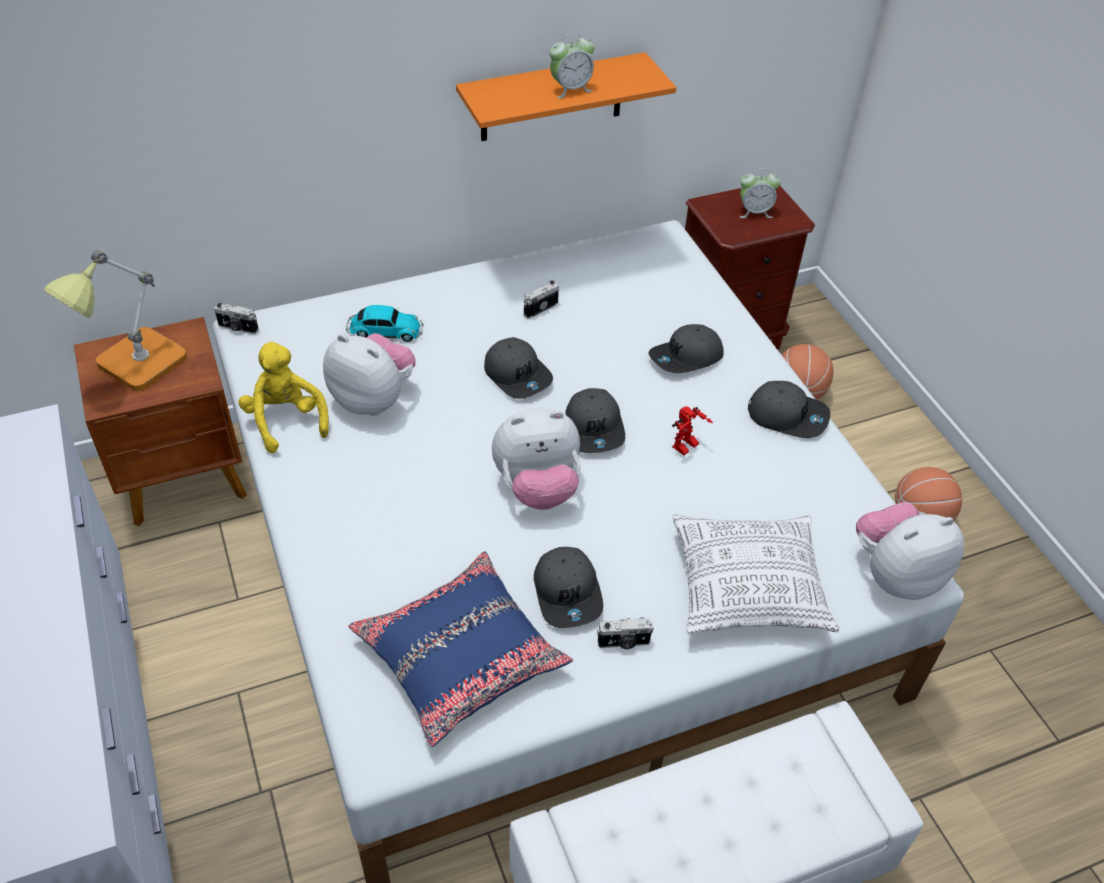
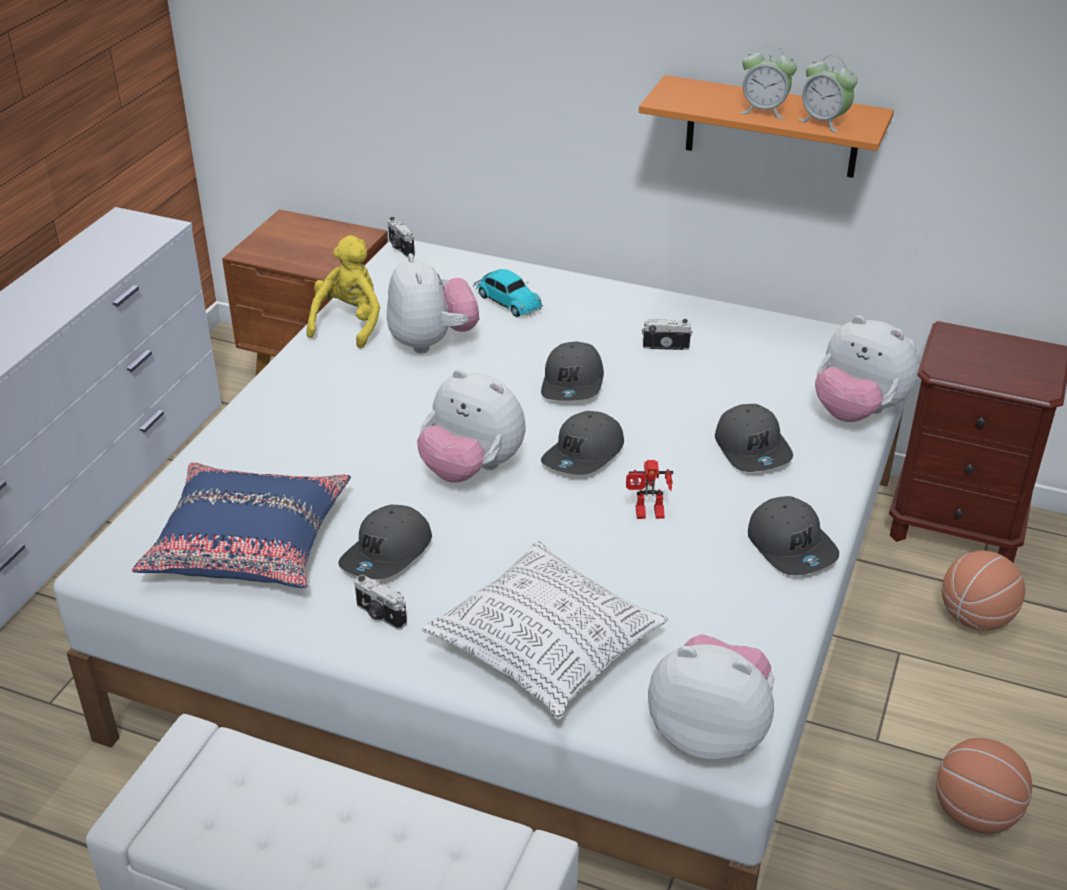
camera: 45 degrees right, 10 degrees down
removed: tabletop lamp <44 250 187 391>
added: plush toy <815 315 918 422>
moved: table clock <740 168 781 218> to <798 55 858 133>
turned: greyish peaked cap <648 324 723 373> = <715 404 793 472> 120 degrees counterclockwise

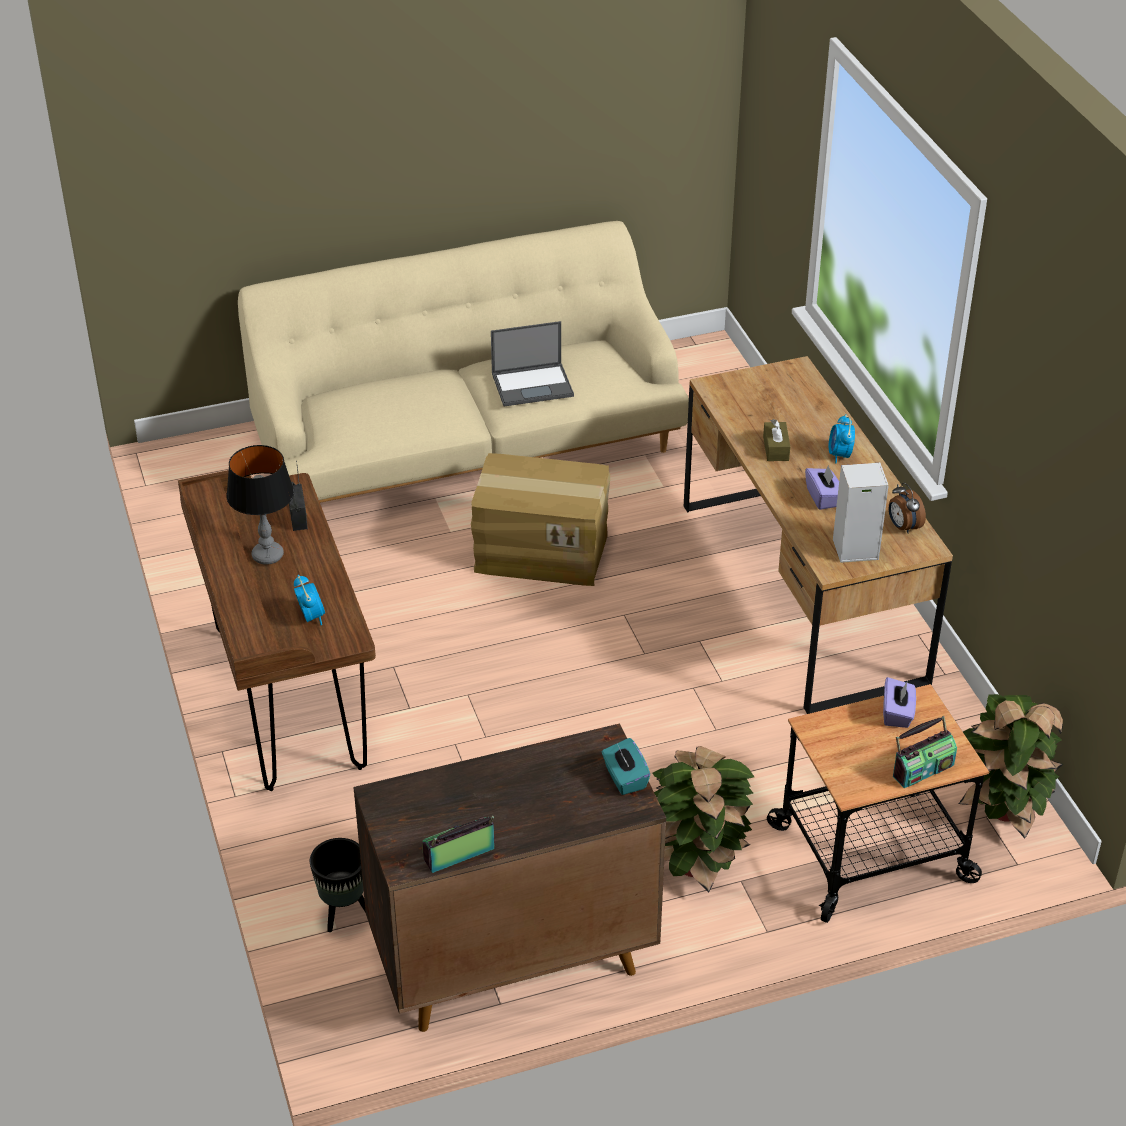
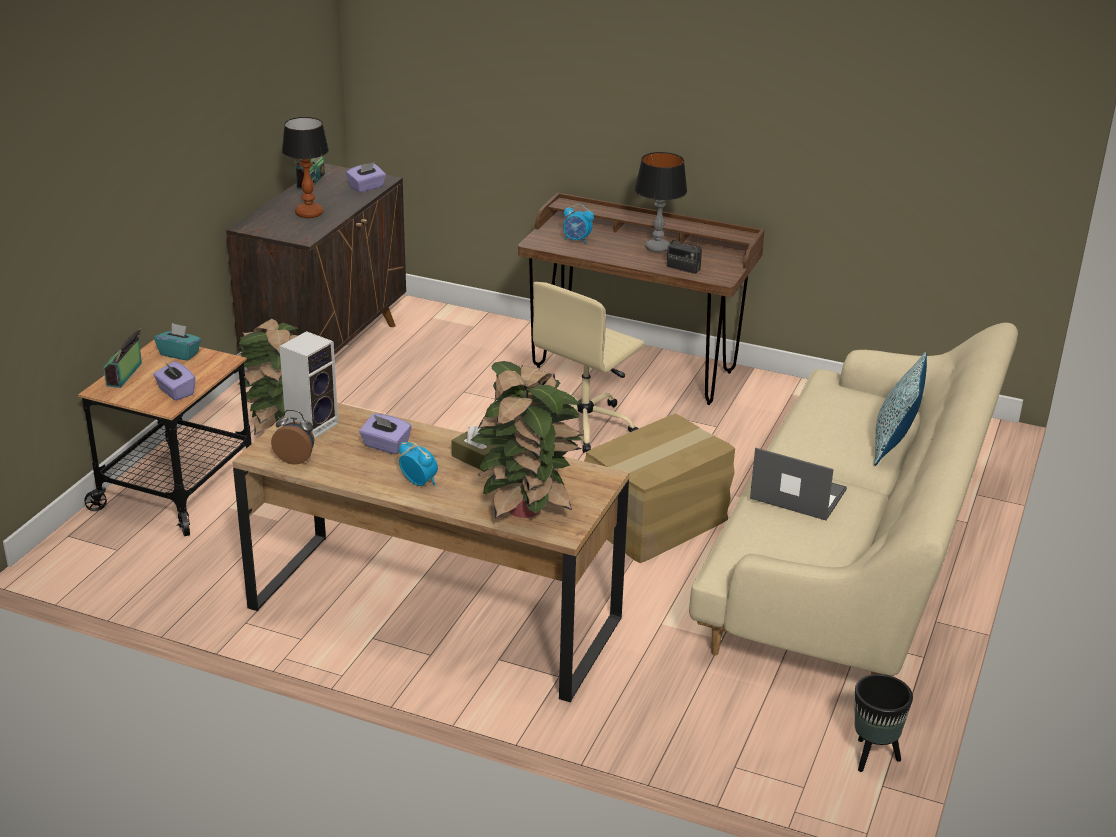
camera: 130 degrees right, 10 degrees down
added: tabletop lamp <282 117 329 218>; purple tissue box <346 162 386 193>; sand-coloured desk chair <533 282 644 453>; throw pillow <874 352 927 466>
moved: houseplant <959 694 1063 838> to <471 361 584 518>; turquoise-coloured tissue box <602 738 650 795> to <154 323 201 361>; blackish planter <310 838 366 932> to <854 674 913 772>
turned: laptop <491 321 574 406> = <750 448 847 521> 90 degrees clockwise

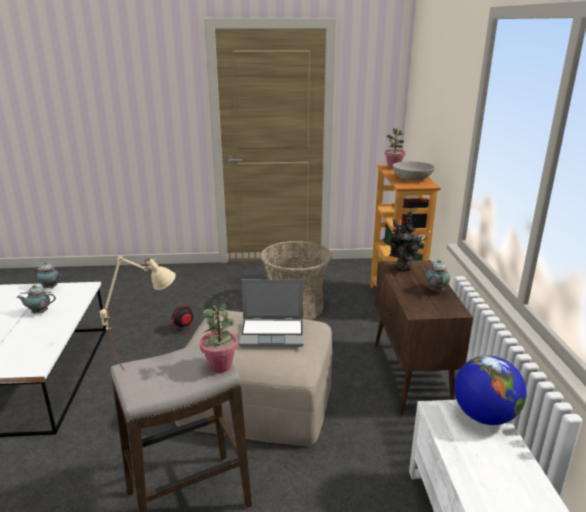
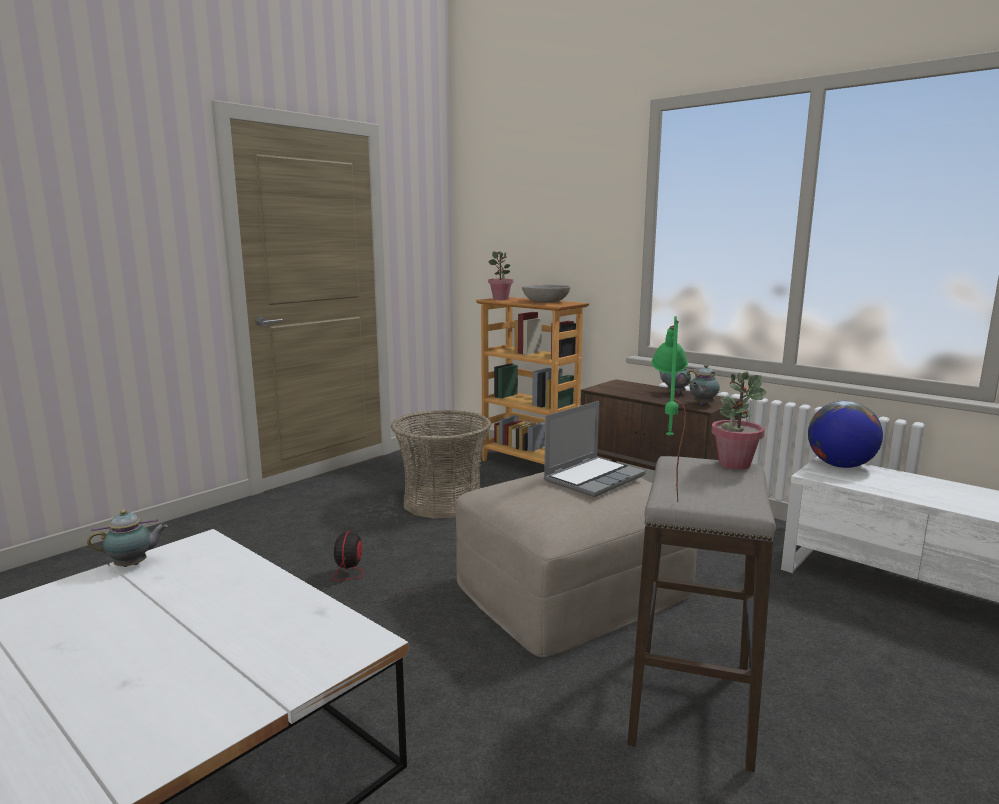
camera: 45 degrees left, 10 degrees down
removed: houseplant <382 209 427 272>
moved: teapot <16 285 56 314> to <690 365 720 405>
recoloured: sand-coloured tabletop lamp <100 255 176 371> to green tabletop lamp <652 316 688 502>

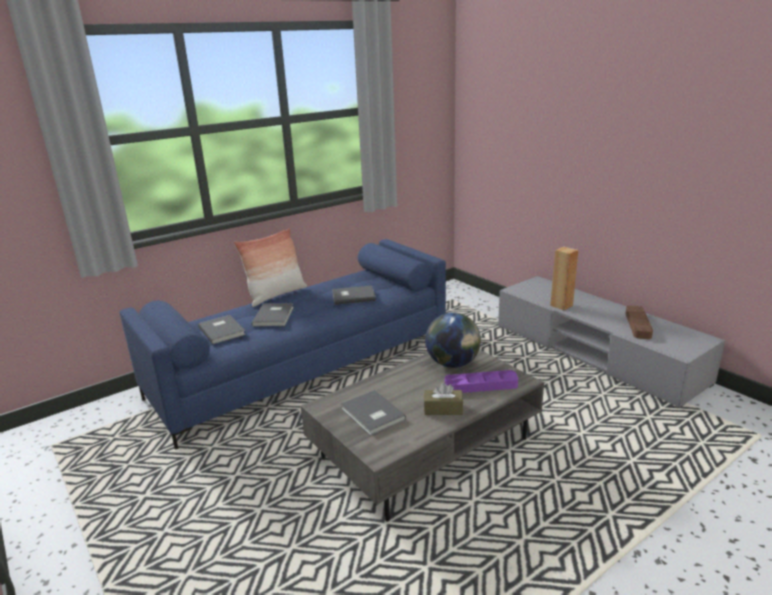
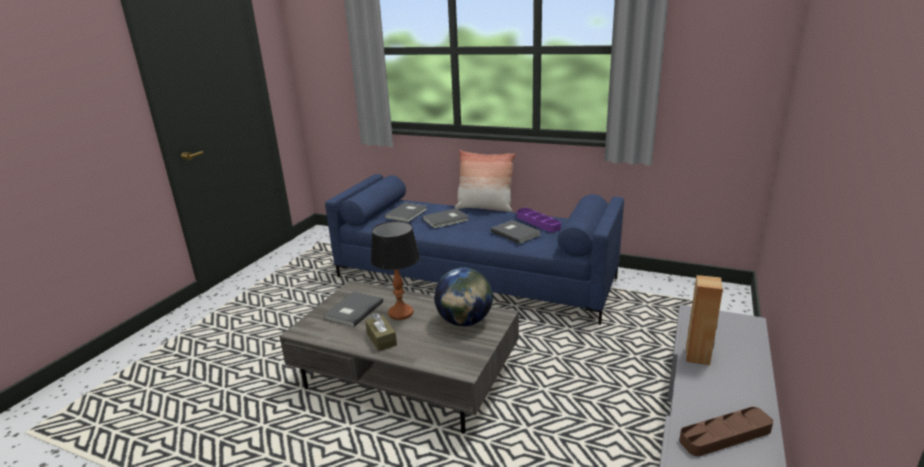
camera: 60 degrees right, 0 degrees up
added: tabletop lamp <371 221 420 320>
moved: purple serving tray <445 370 518 393> to <517 208 561 232>

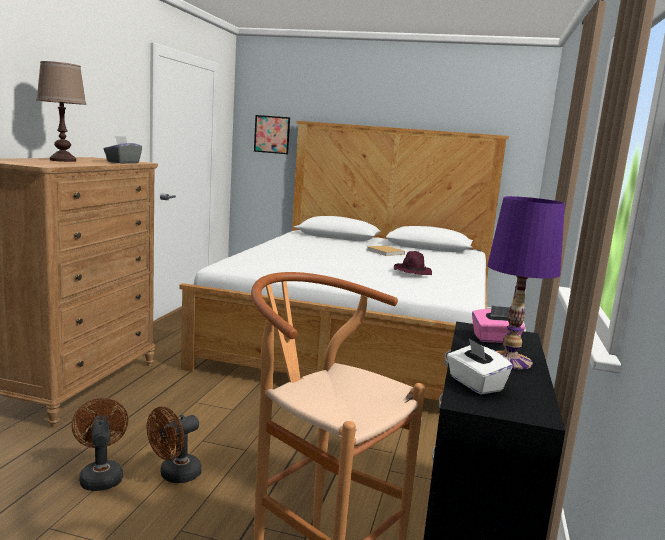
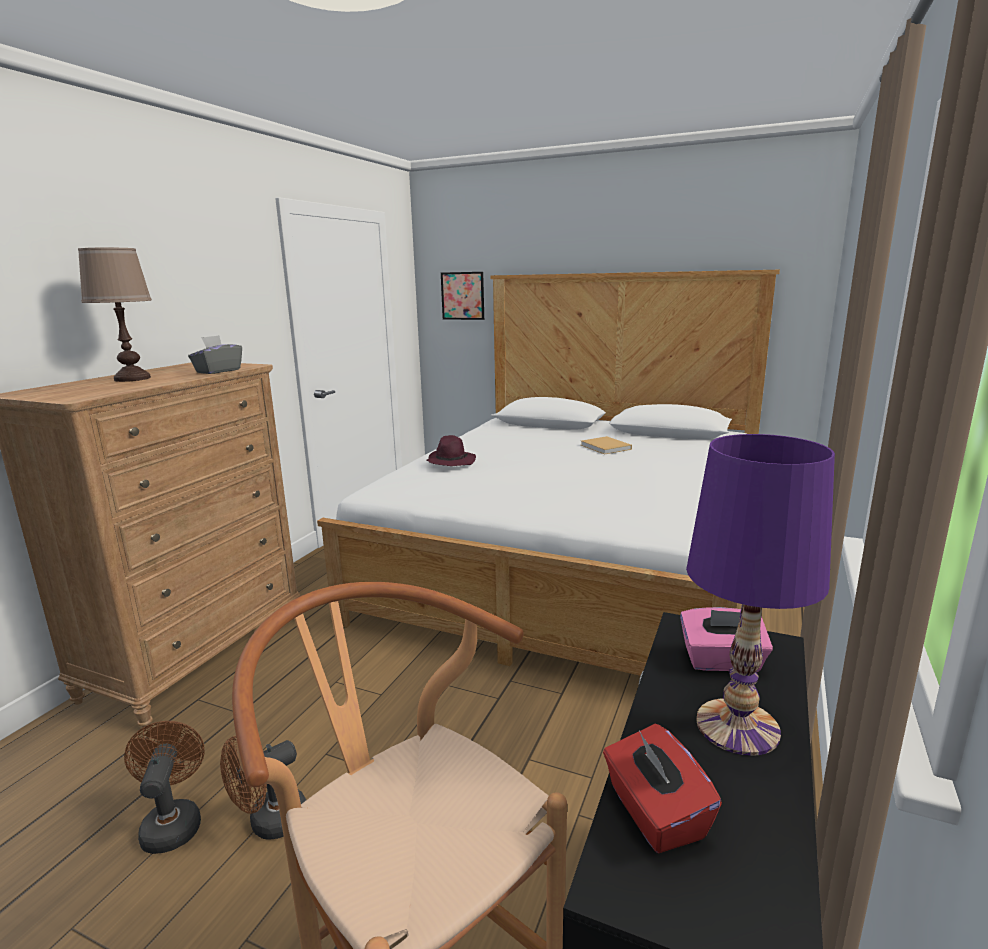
camera: 10 degrees right, 5 degrees up
moved: purple wearable hat <394 251 432 275> to <427 435 476 466>
recoloured: whitish tissue box <447 338 512 395> to red-coloured tissue box <603 724 722 853>

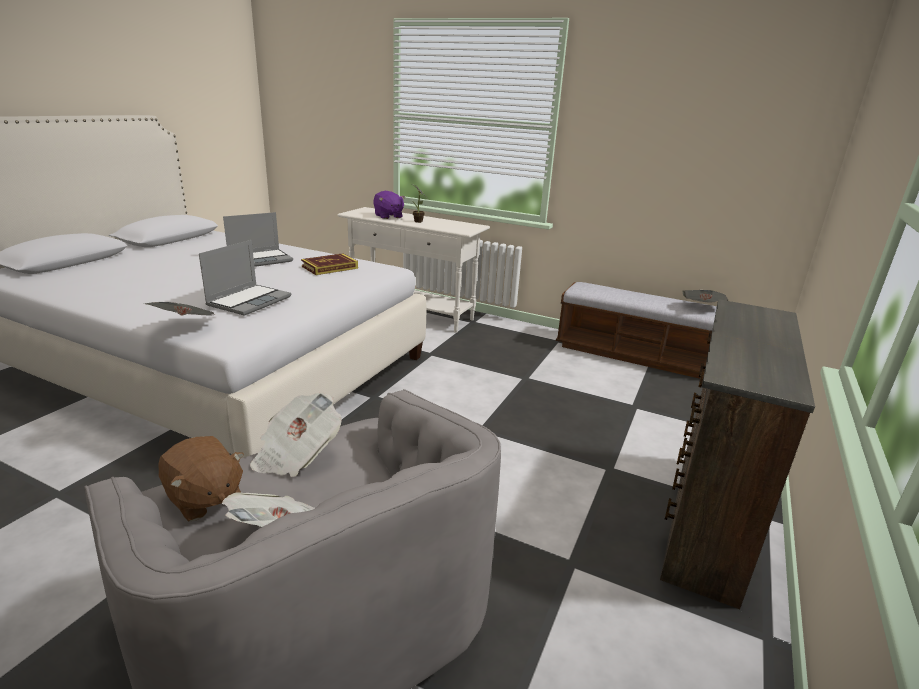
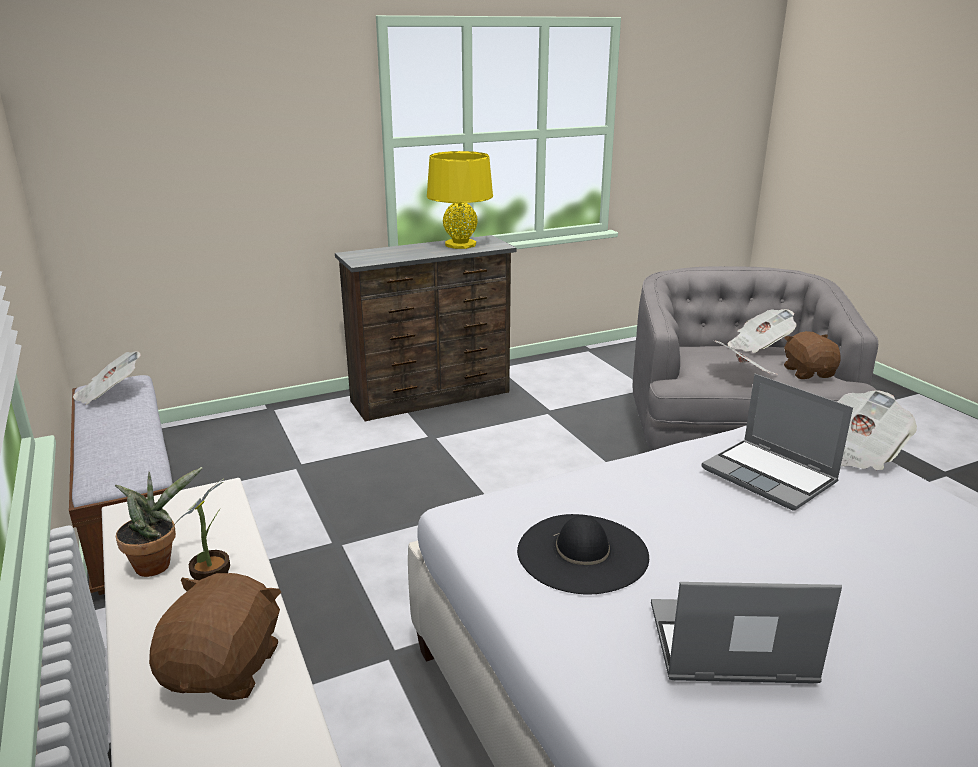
camera: 140 degrees left, 0 degrees up
added: yellow-coloured tabletop lamp <427 151 493 249>; houseplant <115 467 203 577>
replaced: bound book <301 253 358 275> to blackish wearable hat <517 514 649 595>
recoloured: purple plush toy <373 191 406 219> to brownish plush toy <149 573 281 700>
turned: laptop <199 240 291 316> = <701 374 853 511> 105 degrees counterclockwise

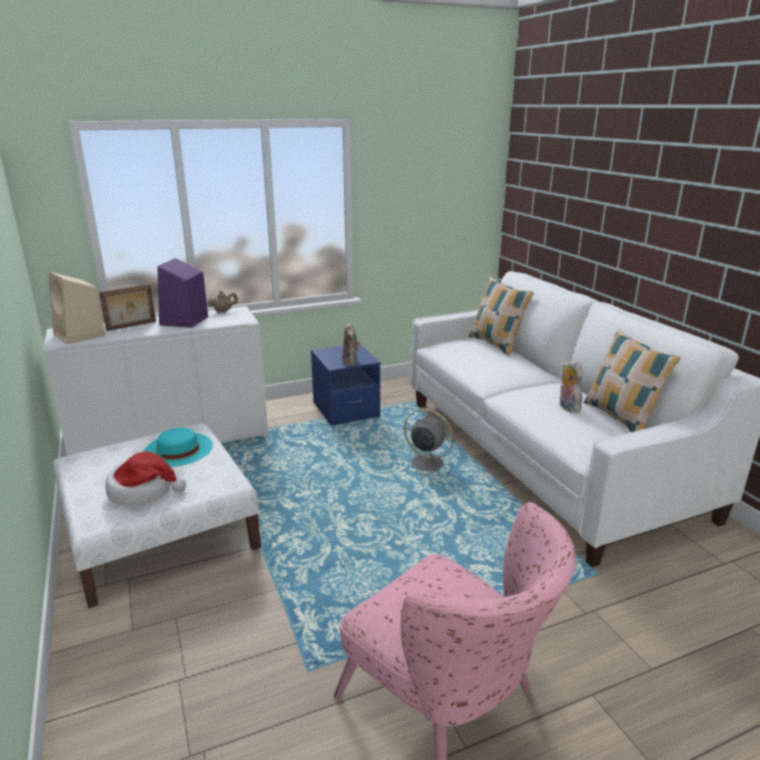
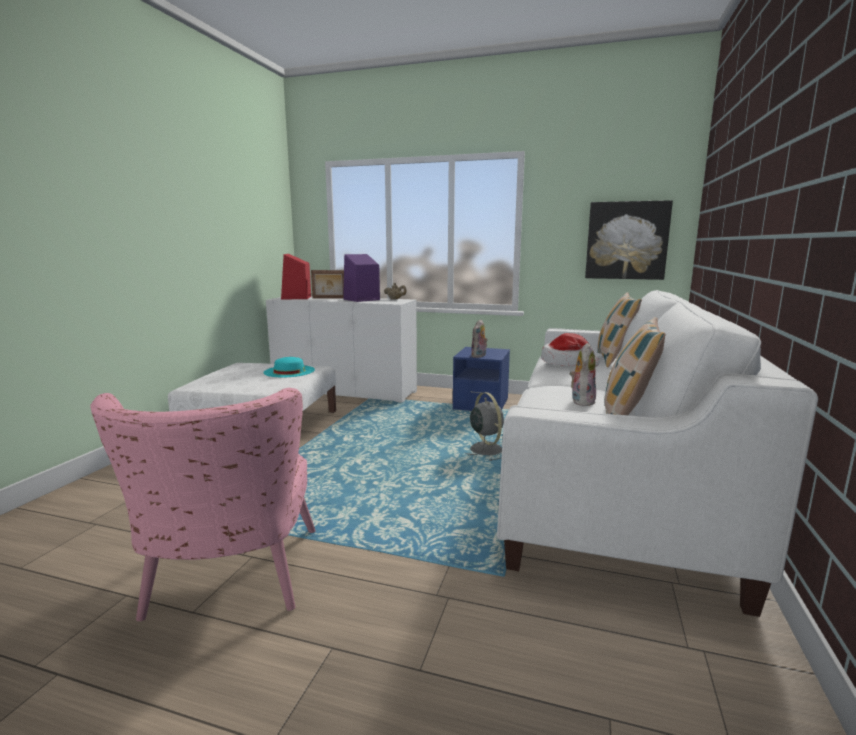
camera: 40 degrees right, 10 degrees down
added: wall picture <585 200 673 280>
moved: wearable hat <106 451 186 506> to <541 333 600 367>
recoloured: sand-coloured loudspeaker <48 272 105 344> to red-coloured loudspeaker <281 254 311 299>

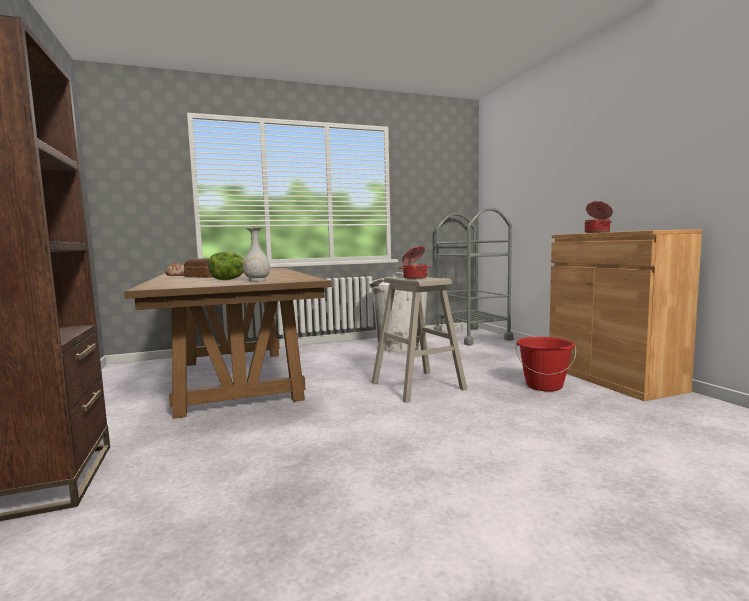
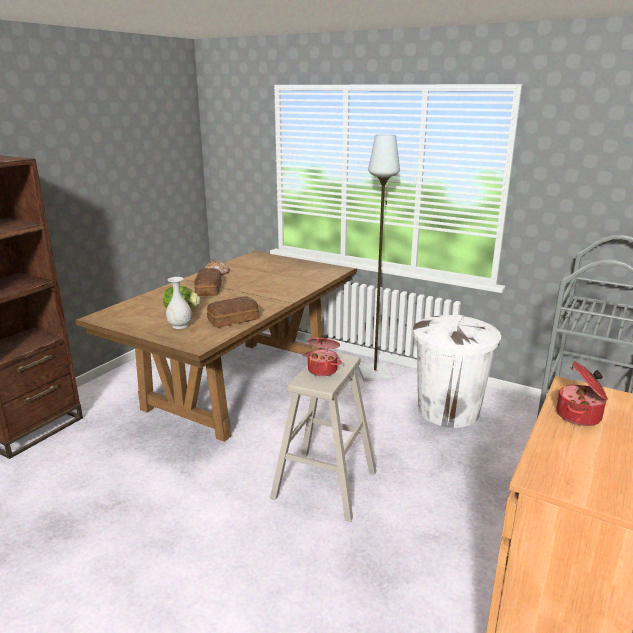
camera: 50 degrees right, 15 degrees up
removed: red-coloured pail <516 337 576 392>
added: greyish standard lamp <358 134 400 381>; baked bread <207 296 259 328>

